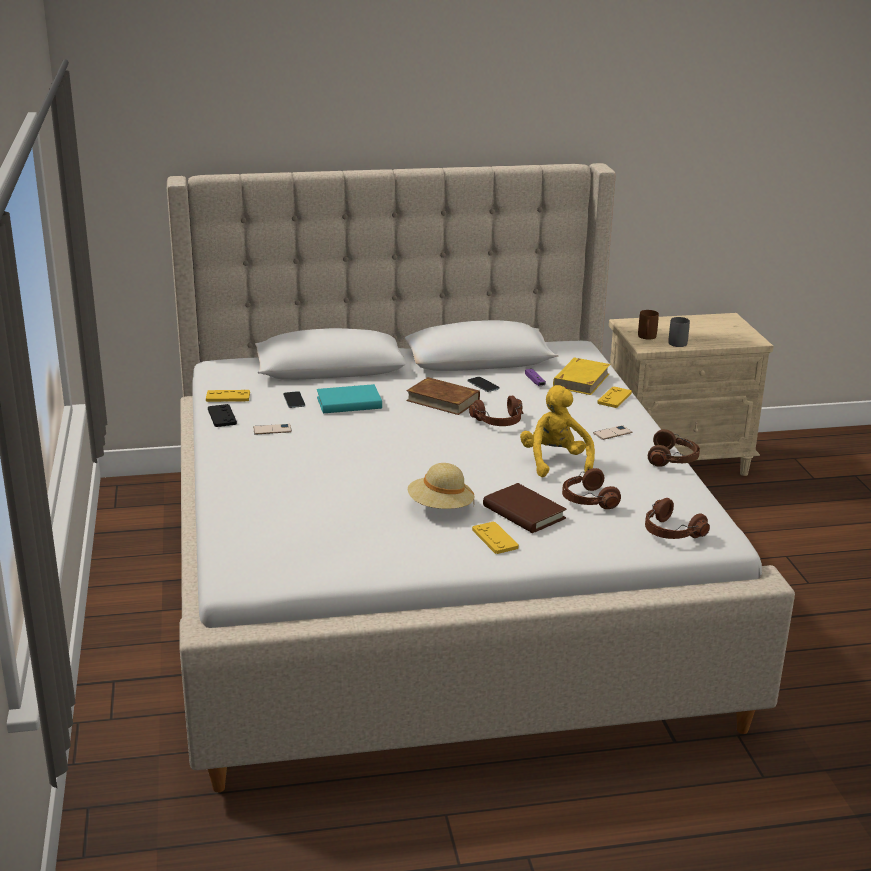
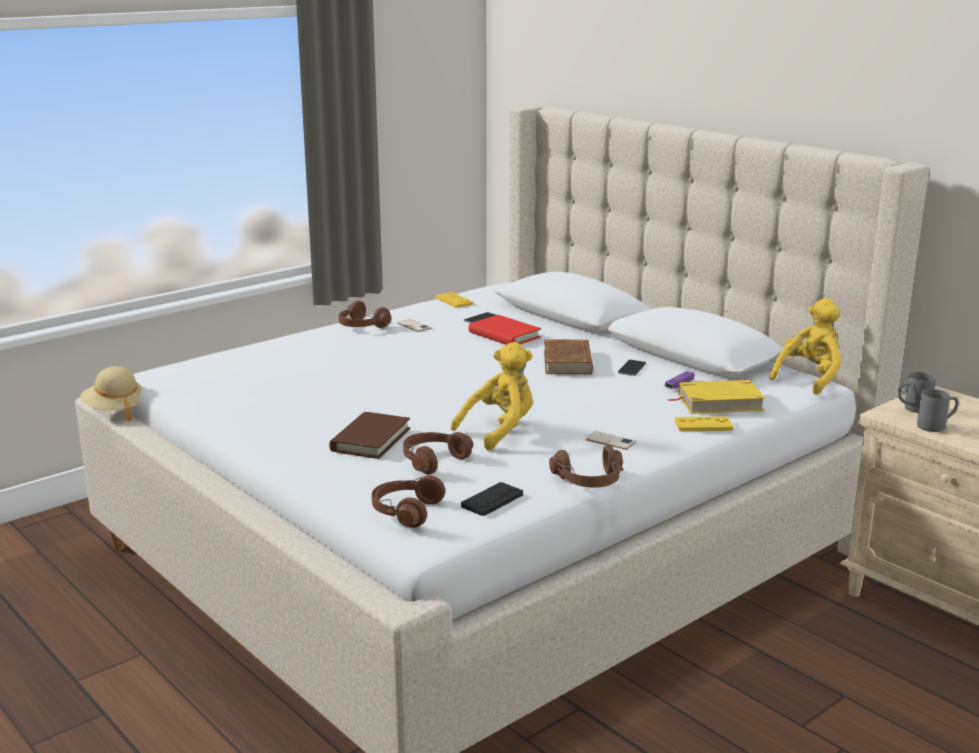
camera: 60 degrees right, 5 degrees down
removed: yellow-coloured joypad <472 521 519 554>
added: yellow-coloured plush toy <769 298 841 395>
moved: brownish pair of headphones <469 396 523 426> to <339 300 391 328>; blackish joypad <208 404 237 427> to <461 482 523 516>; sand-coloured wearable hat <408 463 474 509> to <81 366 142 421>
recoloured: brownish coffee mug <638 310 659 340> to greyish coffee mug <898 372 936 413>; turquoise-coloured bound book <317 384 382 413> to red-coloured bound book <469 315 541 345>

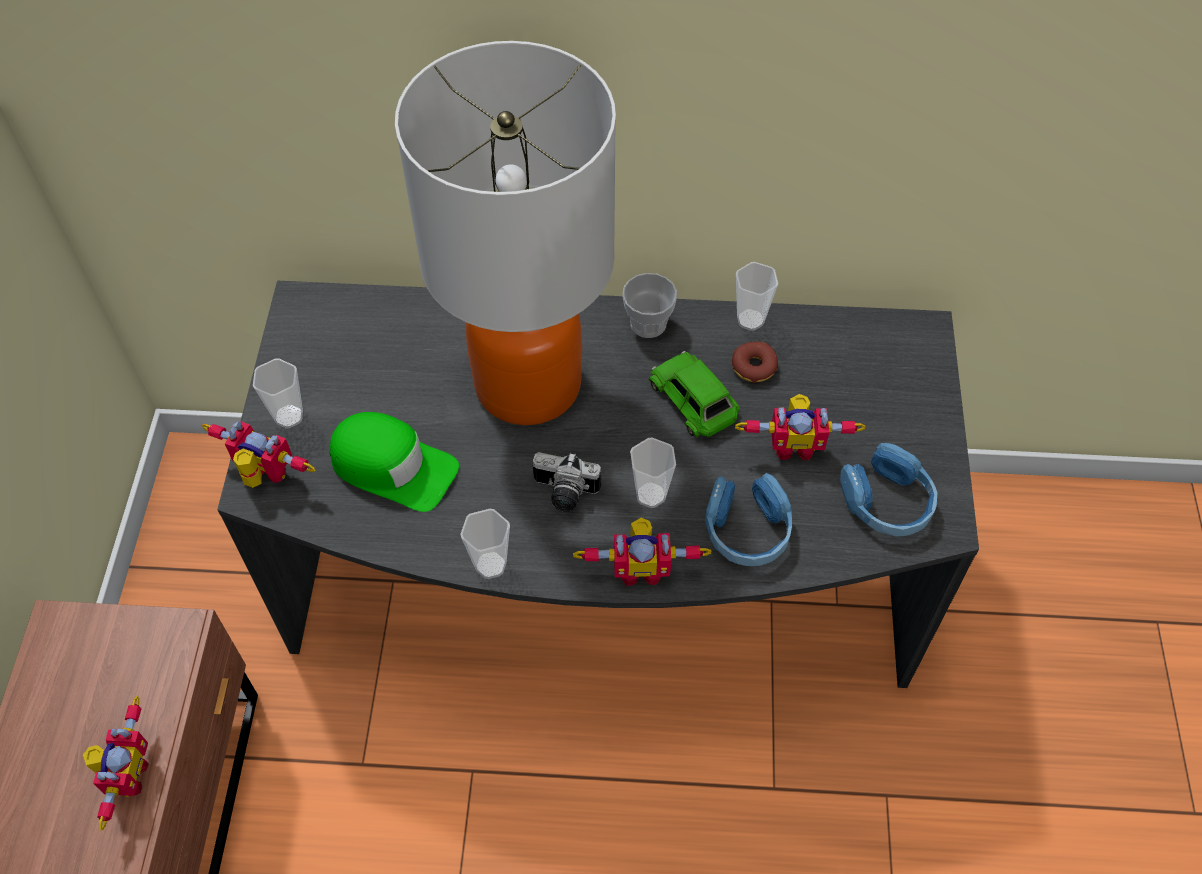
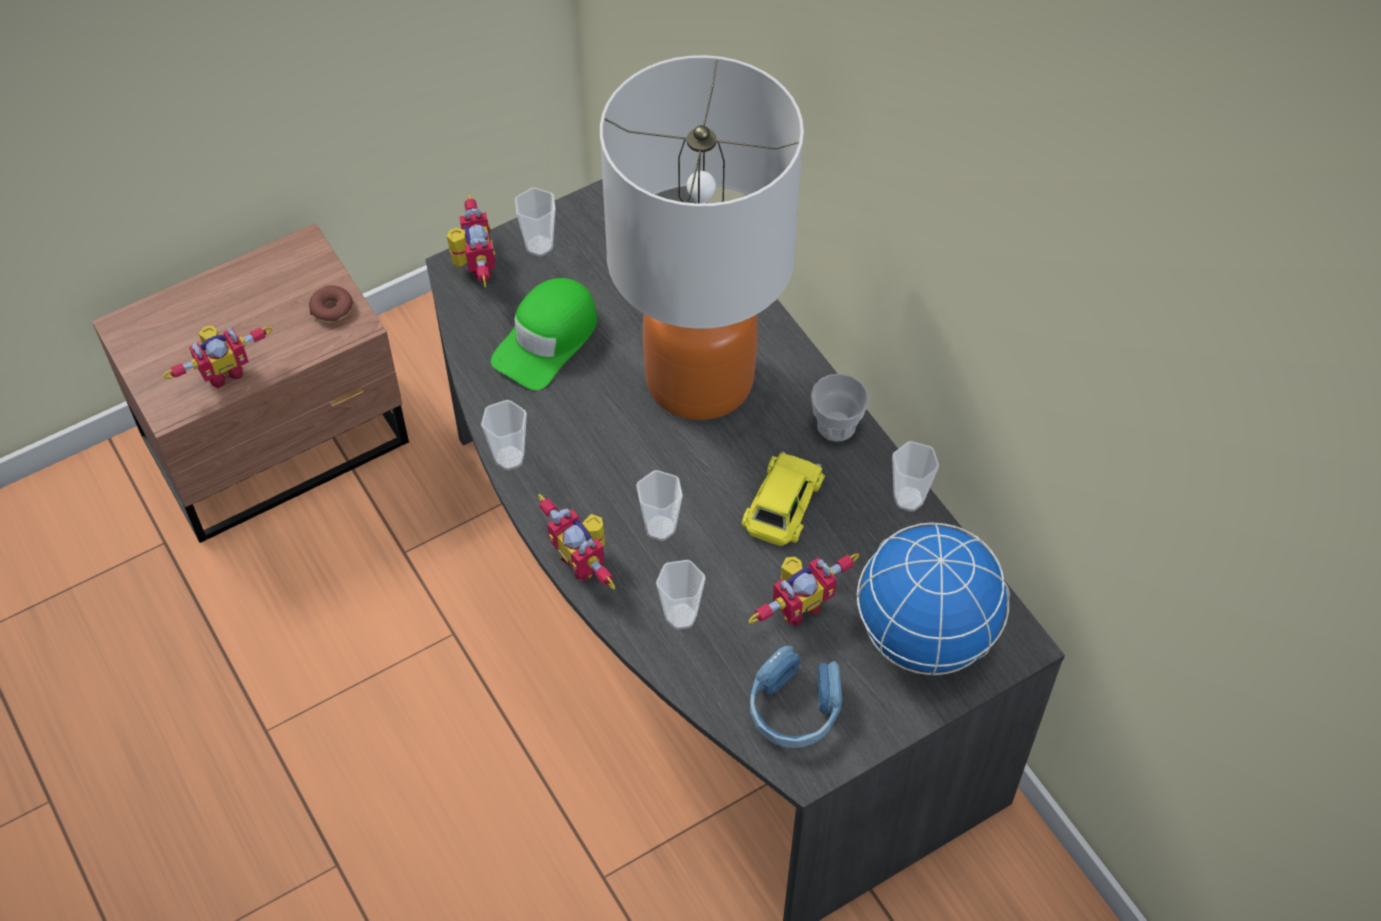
camera: 55 degrees right, 0 degrees up
removed: photo camera <533 452 601 512>
added: globe <857 523 1010 675>
moved: ring doughnut <732 342 778 383> to <309 285 353 323>
replaced: blue pair of headphones <705 473 792 566> to cup <656 560 705 630>
recoloured: green miniature car <649 351 740 437> to yellow-coloured miniature car <742 451 825 546>
turned: model robot <735 394 866 460> = <749 553 860 626> 90 degrees counterclockwise; green peaked cap <330 412 459 512> = <491 278 597 390> 45 degrees clockwise

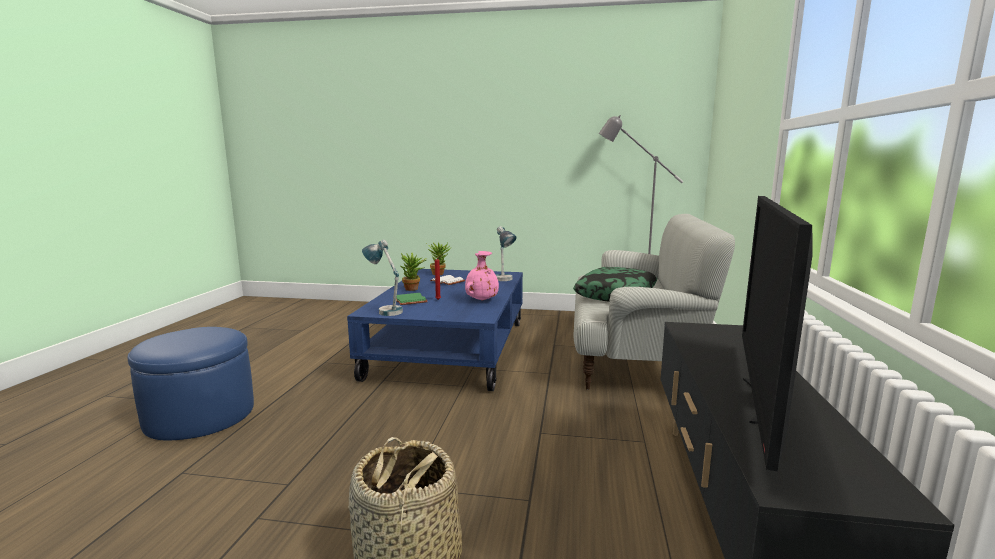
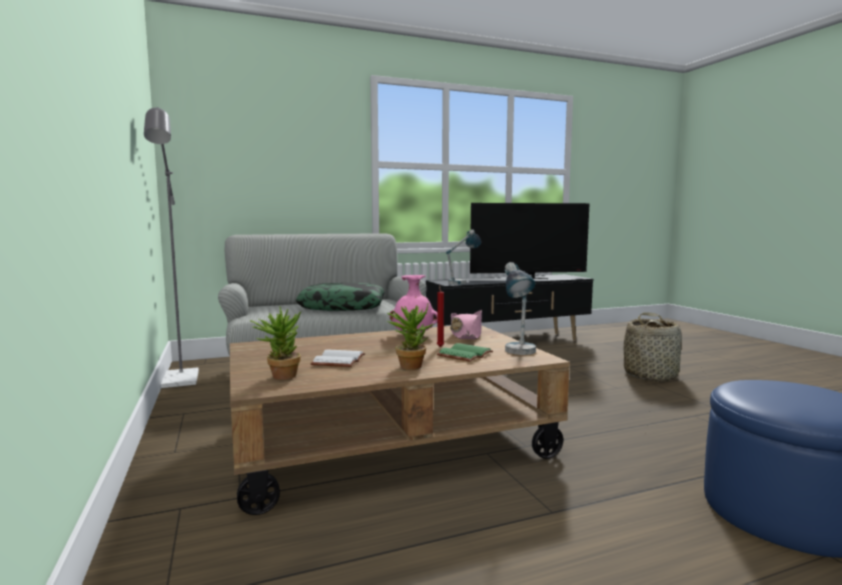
camera: 120 degrees left, 5 degrees down
added: pinkish wearable hat <450 310 482 339>
moved: tabletop lamp <496 226 517 281> to <446 229 481 285>
recoloured: blue low table <347 269 523 391> to brownish low table <230 325 570 515>

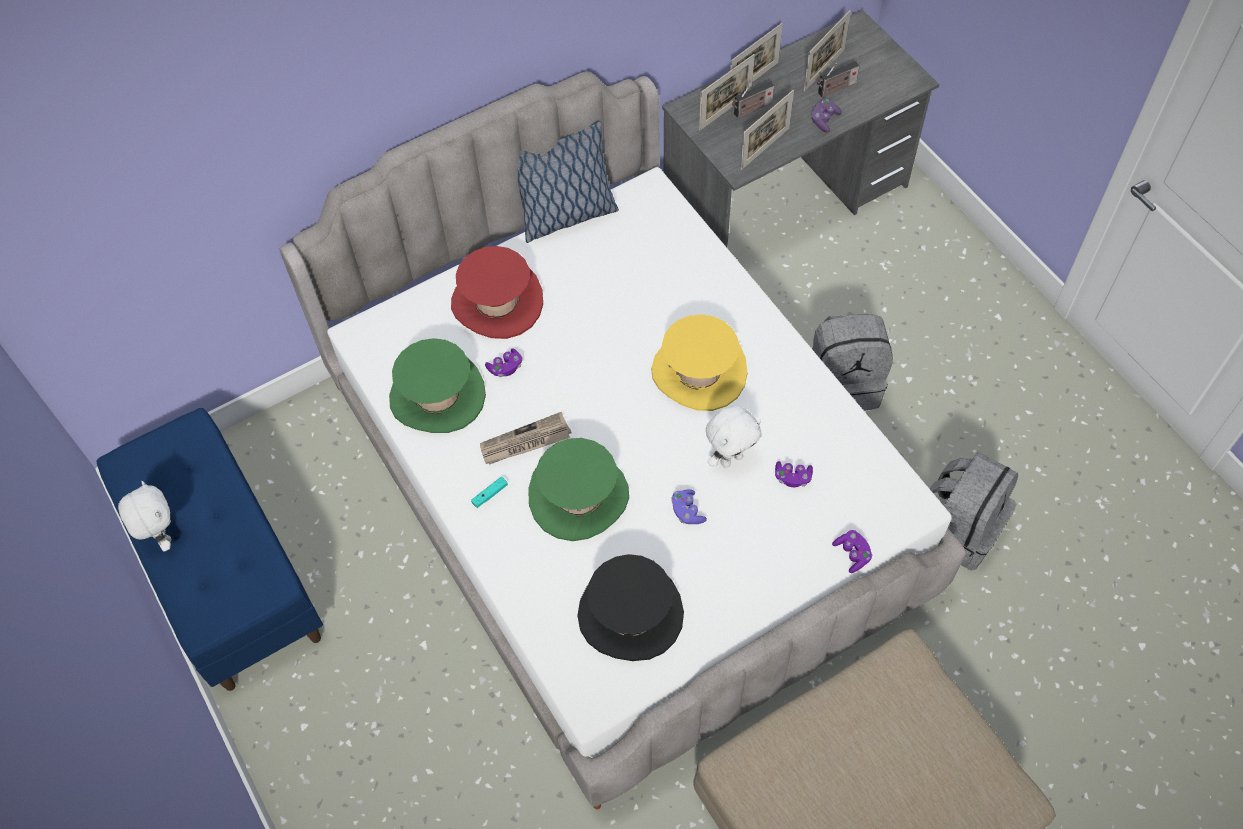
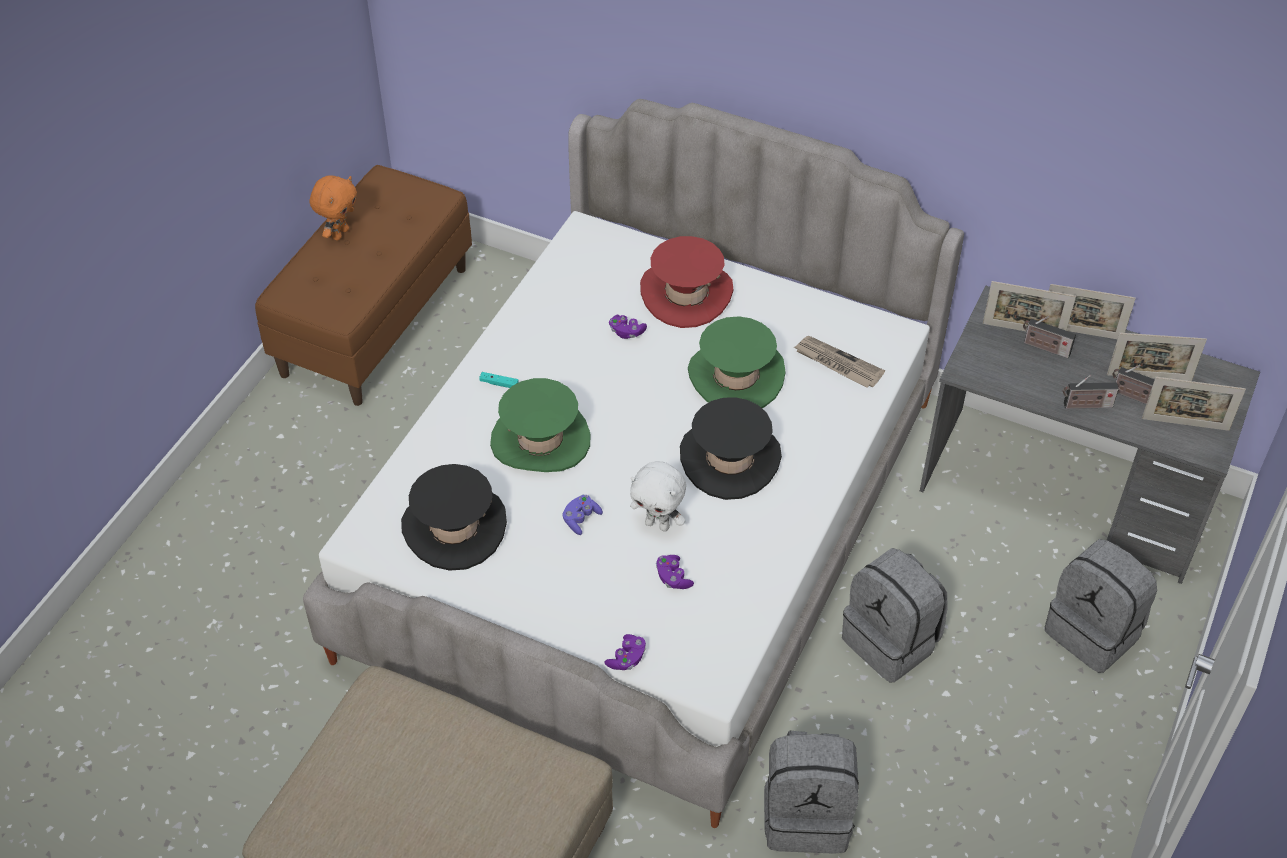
camera: 55 degrees right, 10 degrees down
removed: throw pillow <518 121 619 243>
added: greyish backpack <1045 539 1157 673>
moved: standing frame <741 90 794 170> to <1142 377 1246 431>; green wearable hat <389 338 486 433> to <688 316 786 408>; newspaper <480 412 572 465> to <794 336 885 388>
replaced: purple joypad <811 99 842 133> to radio receiver <1063 375 1119 409>
recoloured: yellow-coloured wearable hat <651 314 748 411> to blackish wearable hat <680 397 782 500>; blue bench <97 408 323 691> to brownish bench <255 165 472 406>; whitish plush toy <118 481 171 551> to orangey plush toy <310 176 357 240>

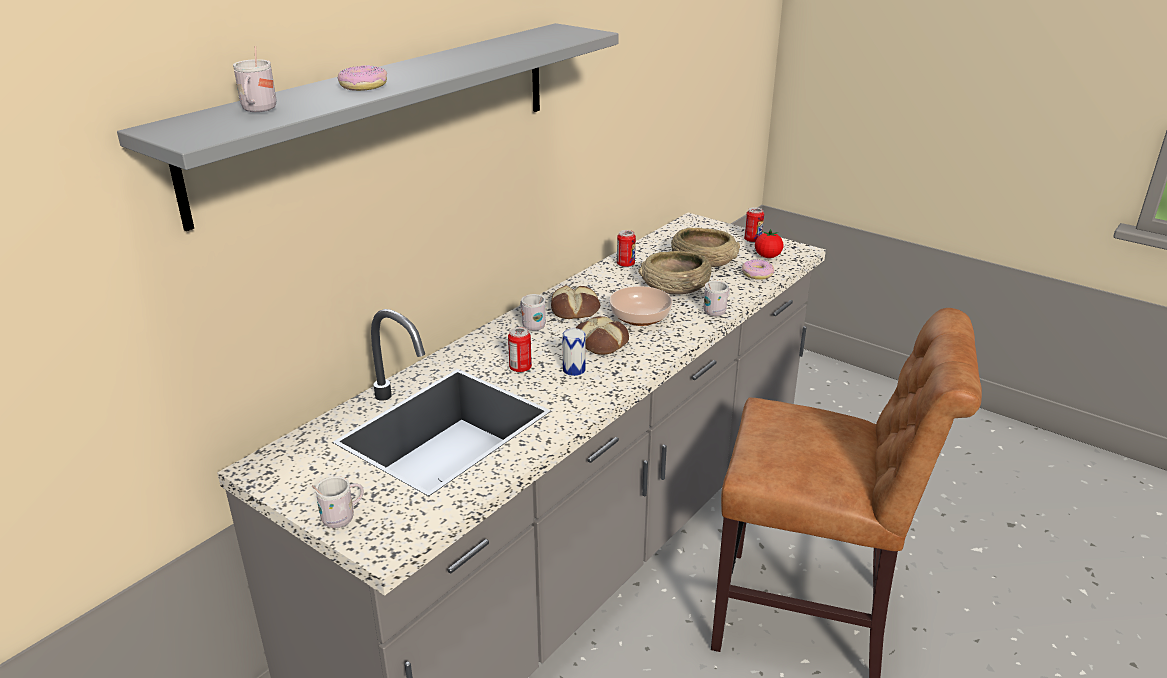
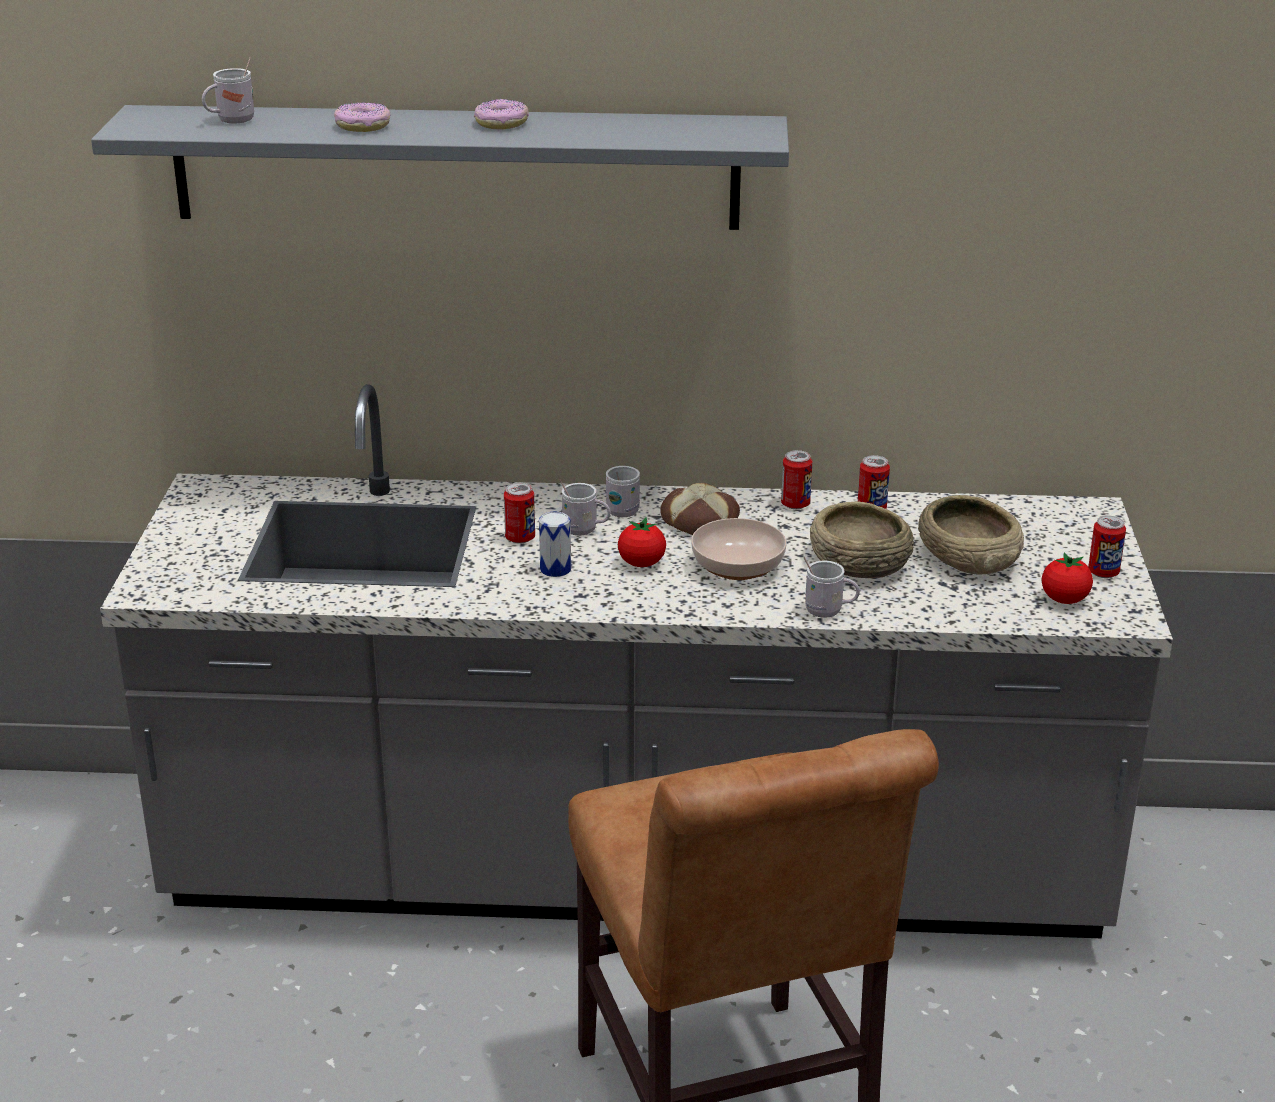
camera: 55 degrees right, 0 degrees up
added: sealed can <781 450 812 509>
moved: ring doughnut <742 259 774 280> to <474 99 529 129>; whitish coffee mug <312 476 364 528> to <558 478 611 536>
replaced: baked bread <576 316 629 355> to whole tomato <618 517 666 567>

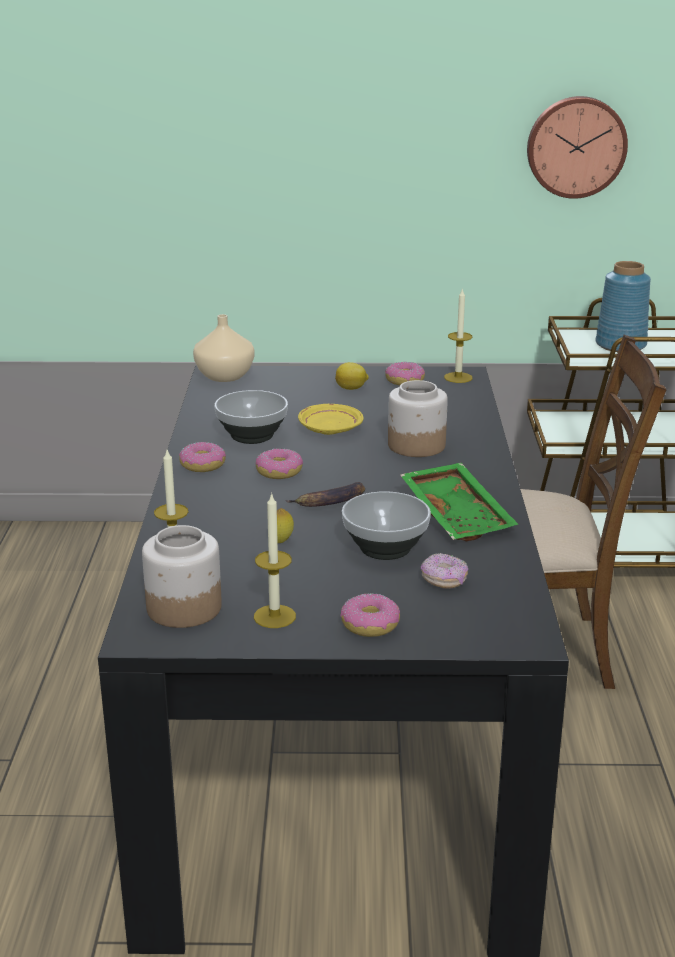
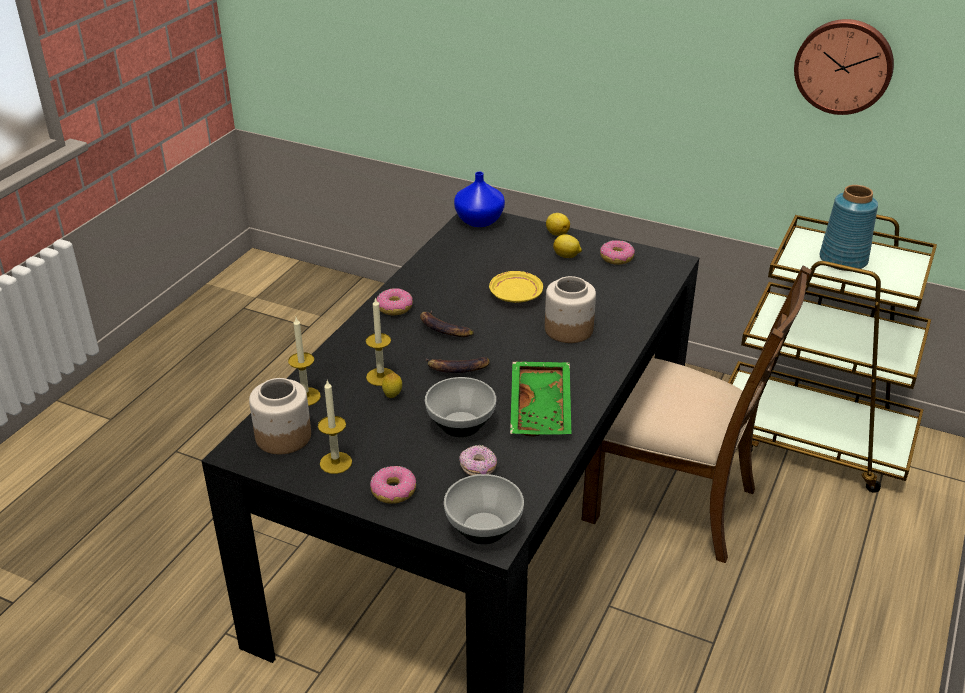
camera: 25 degrees right, 10 degrees up
added: citrus fruit <546 213 570 236>
moved: candle <444 288 473 383> to <366 297 393 386>; serving bowl <214 390 288 444> to <444 474 524 544>
replaced: ring doughnut <256 449 303 479> to banana <420 310 474 337>
recoloured: sand-coloured decorative vase <193 314 255 382> to blue decorative vase <454 172 505 227>

